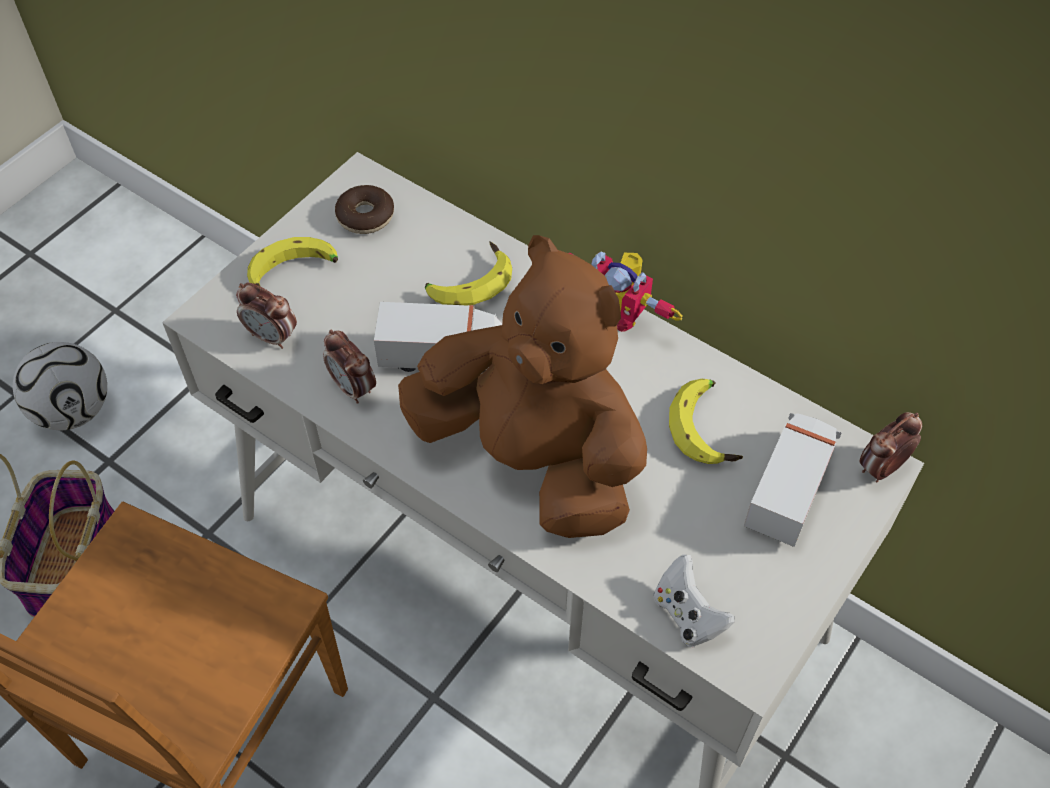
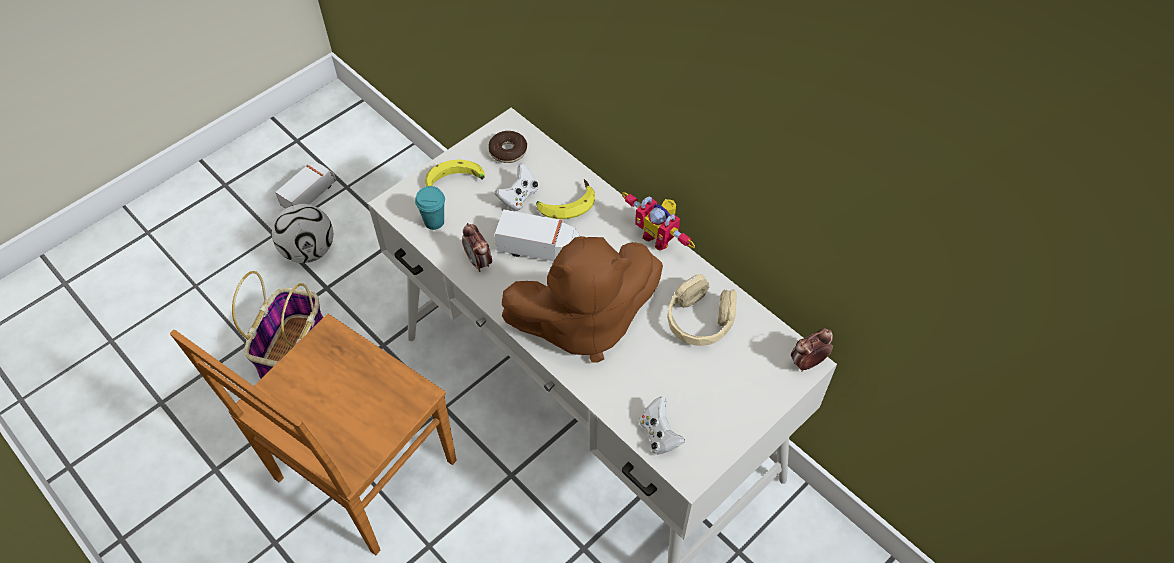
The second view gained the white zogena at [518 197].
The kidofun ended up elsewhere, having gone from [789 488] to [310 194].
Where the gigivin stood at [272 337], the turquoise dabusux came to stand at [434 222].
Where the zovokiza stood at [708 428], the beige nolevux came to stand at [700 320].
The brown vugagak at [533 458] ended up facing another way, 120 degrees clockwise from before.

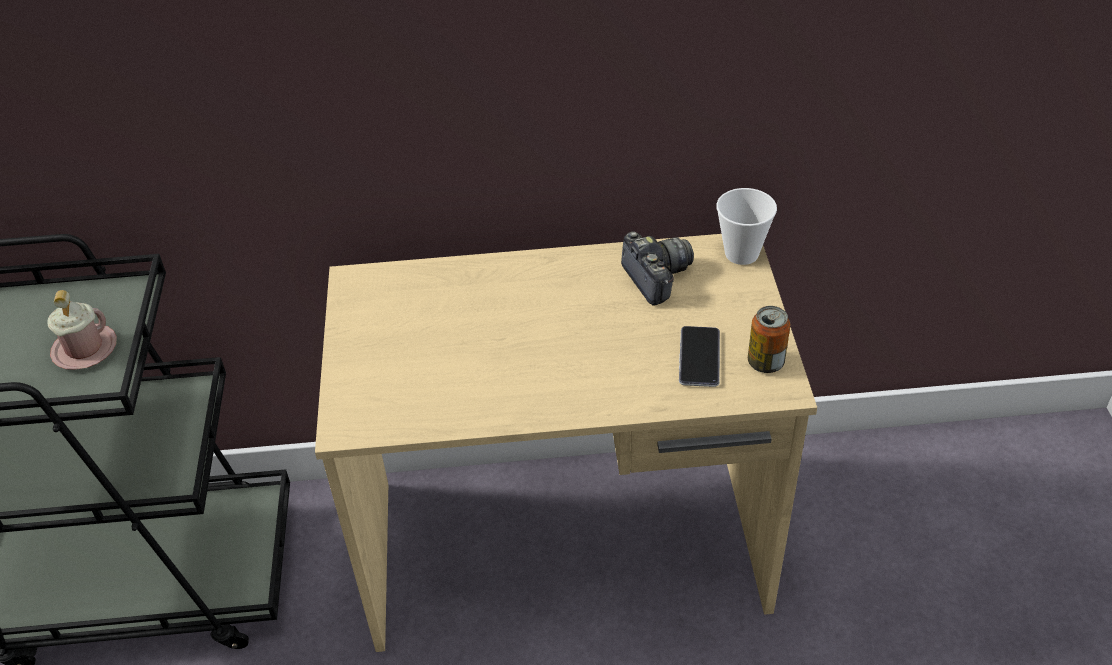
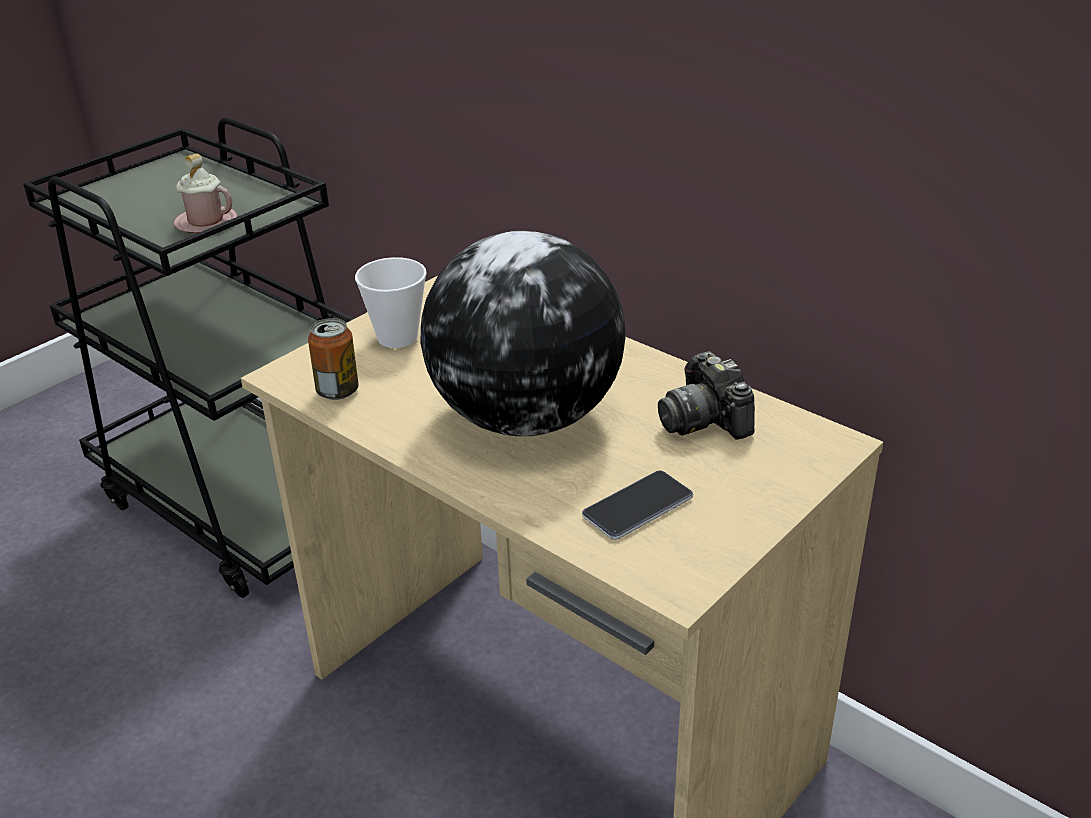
The second view gained the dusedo at [525 418].
The dabusux ended up elsewhere, having gone from [741 253] to [397 337].
The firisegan ended up elsewhere, having gone from [765 362] to [338 391].
The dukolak at [656 277] ended up facing another way, 135 degrees clockwise from before.

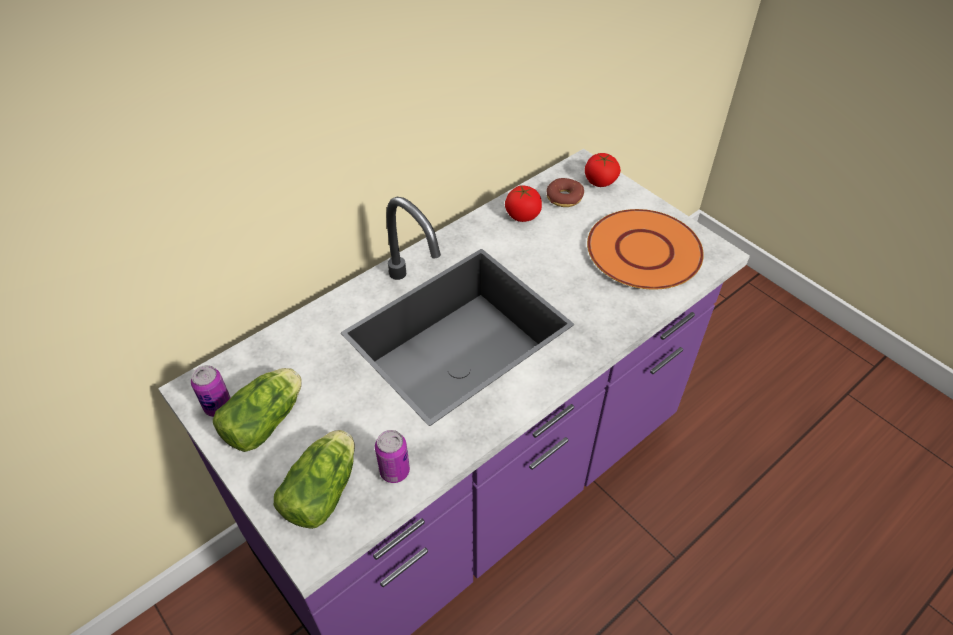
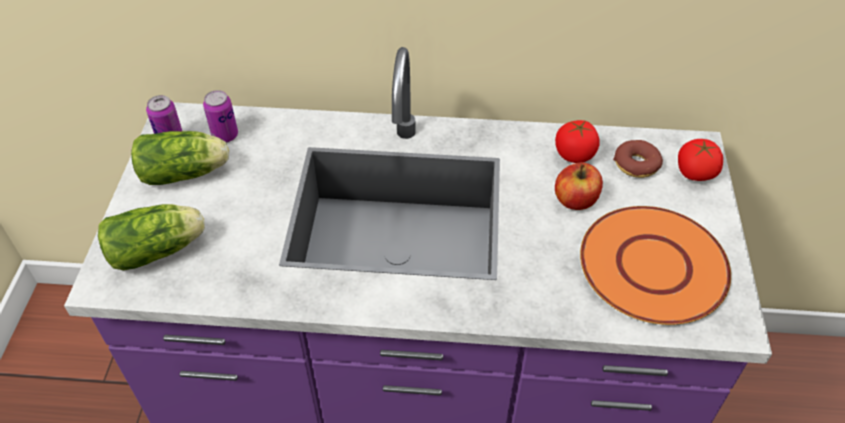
The second view gained the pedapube at [575 200].
The firisegan ended up elsewhere, having gone from [394 471] to [225 135].

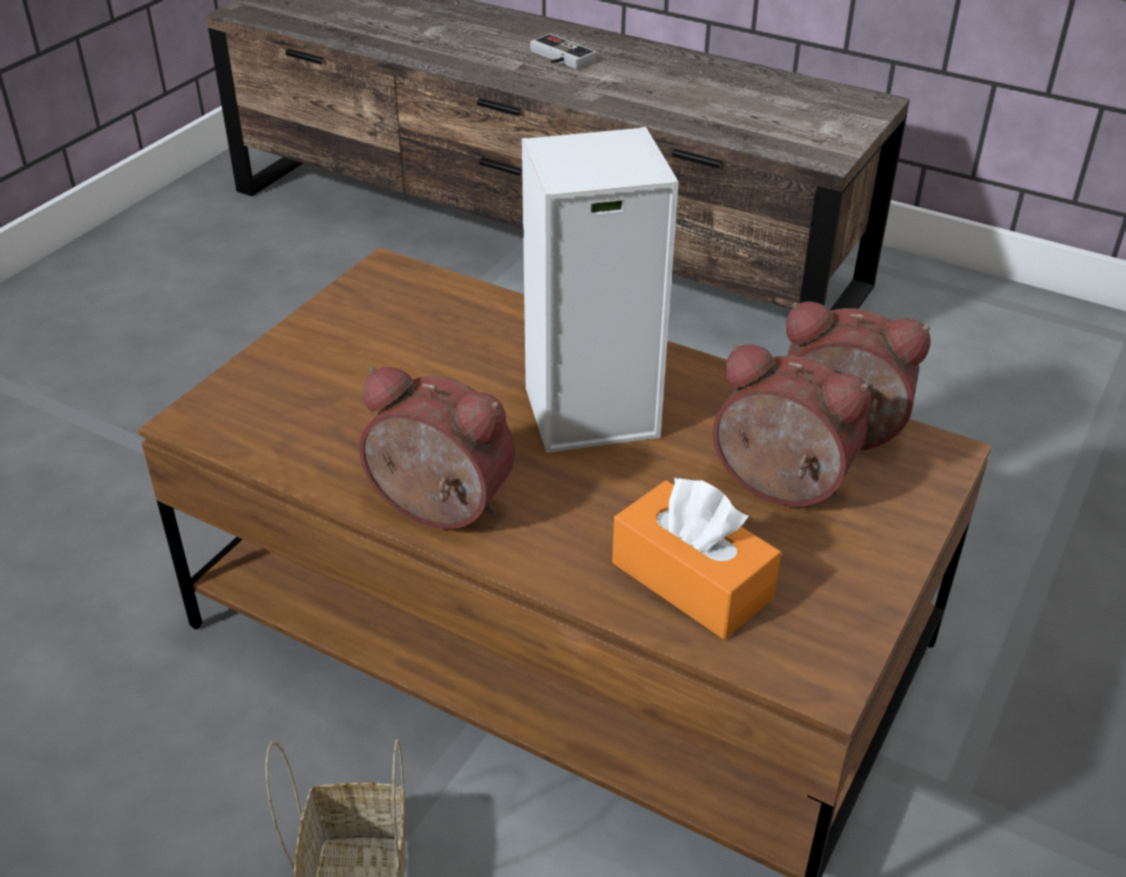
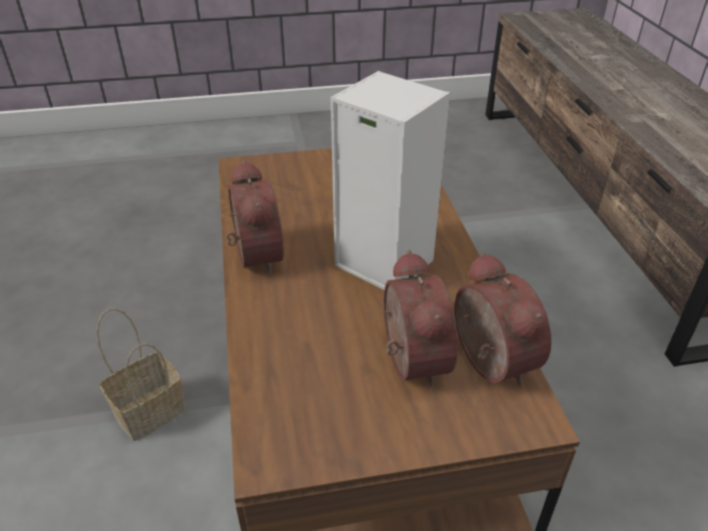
The second view lost the zogena at [558 58].
The second view lost the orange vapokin at [691 580].

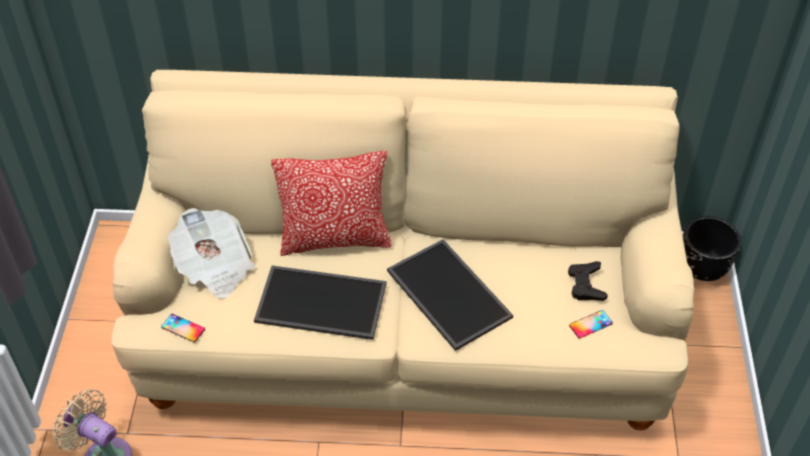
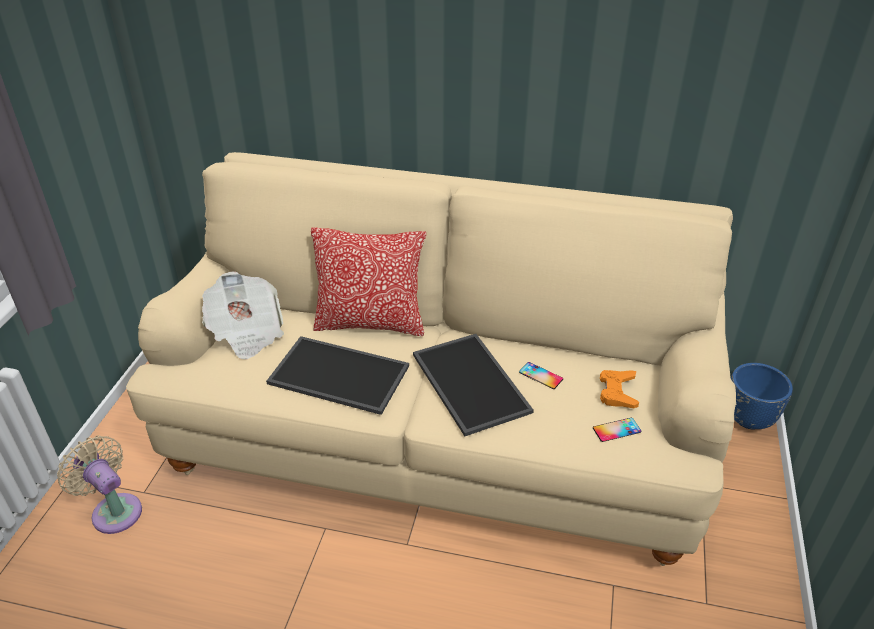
The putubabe ended up elsewhere, having gone from [183 328] to [541 375].
What was the black zogena at [586 284] turned into the orange zogena at [617 392].
What was the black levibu at [702 269] turned into the blue levibu at [749 419].

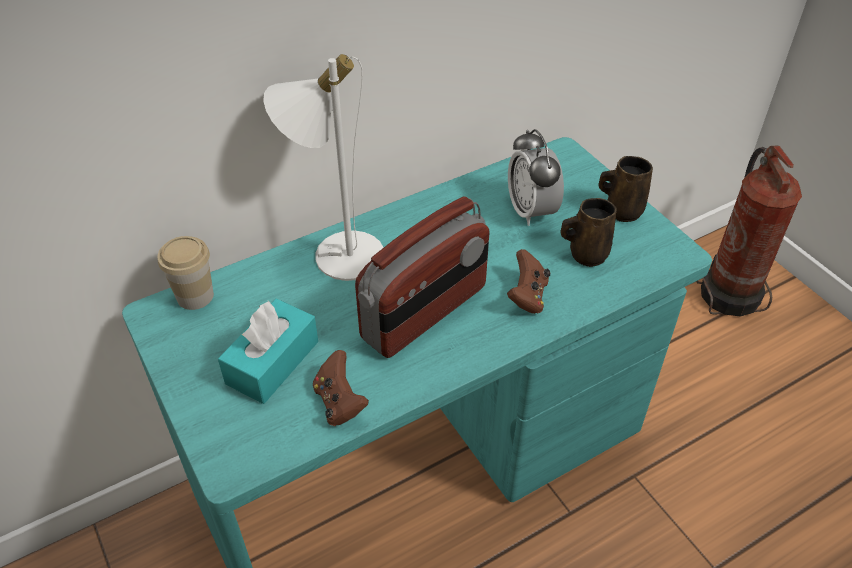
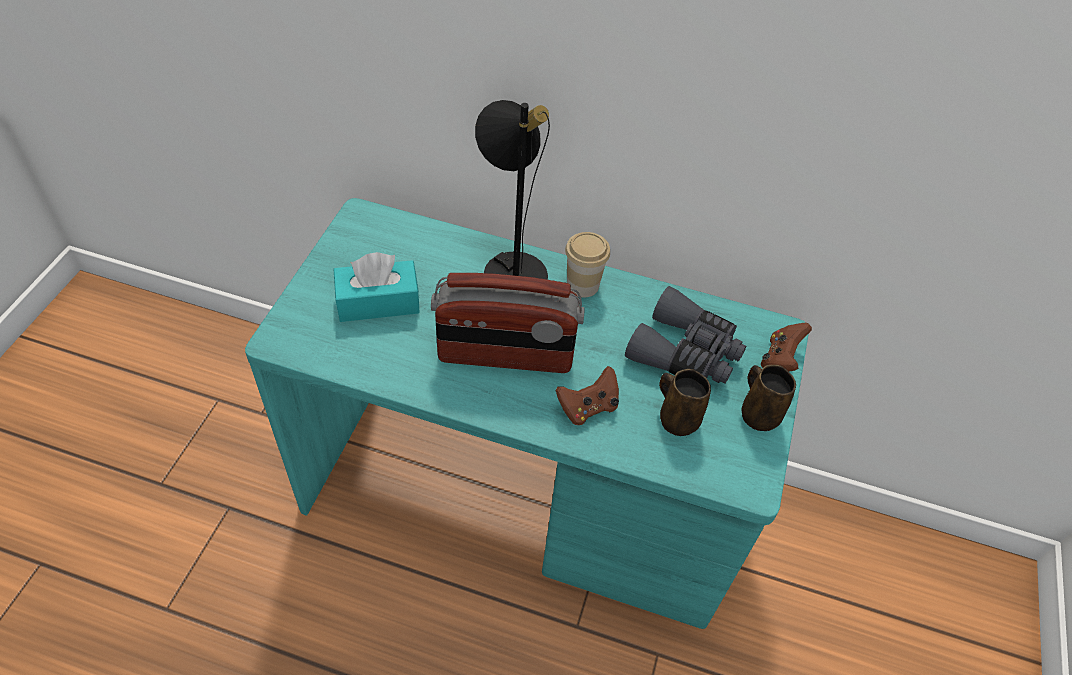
The second view lost the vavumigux at [729 293].
The dabusux ended up elsewhere, having gone from [195 296] to [582 285].
The brown zogena ended up elsewhere, having gone from [339 402] to [780 359].
Where the gigivin stood at [531 211], the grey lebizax came to stand at [685 353].
What was the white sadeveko at [337 251] turned into the black sadeveko at [511 266].

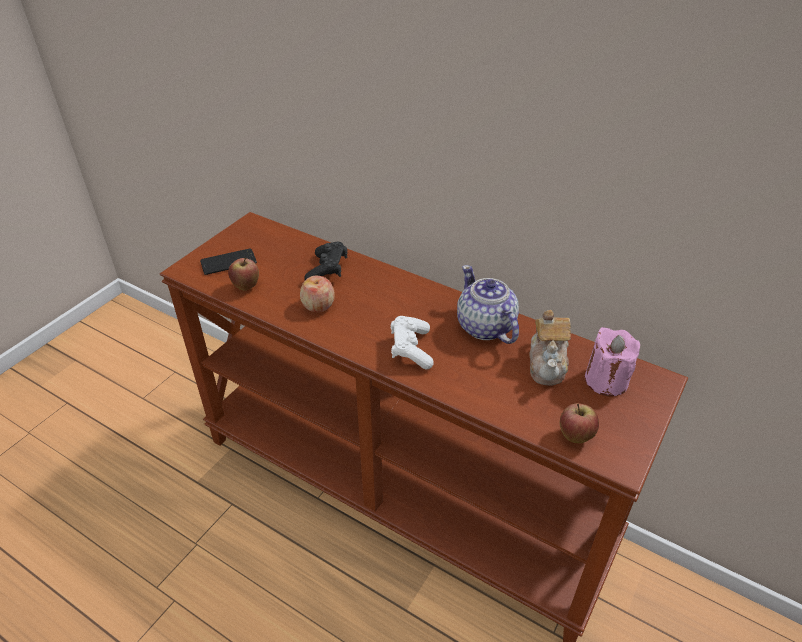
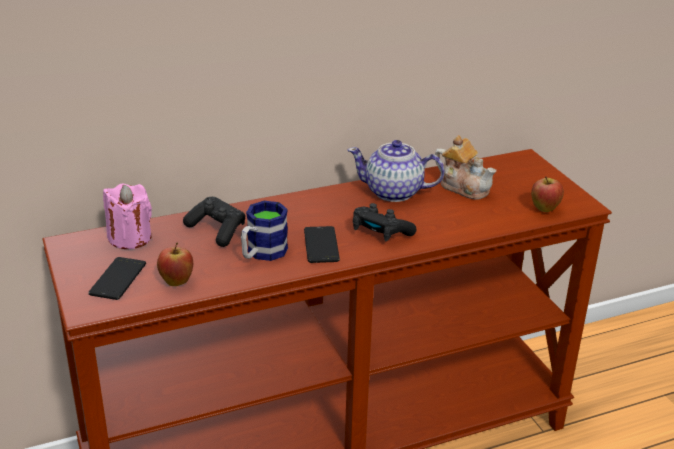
The second view gained the putubabe at [321 245].
The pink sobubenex ended up elsewhere, having gone from [606 380] to [130 238].
Where the pedapube stood at [318 305], the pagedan came to stand at [262 253].
What was the white zogena at [411 349] turned into the black zogena at [380 233].

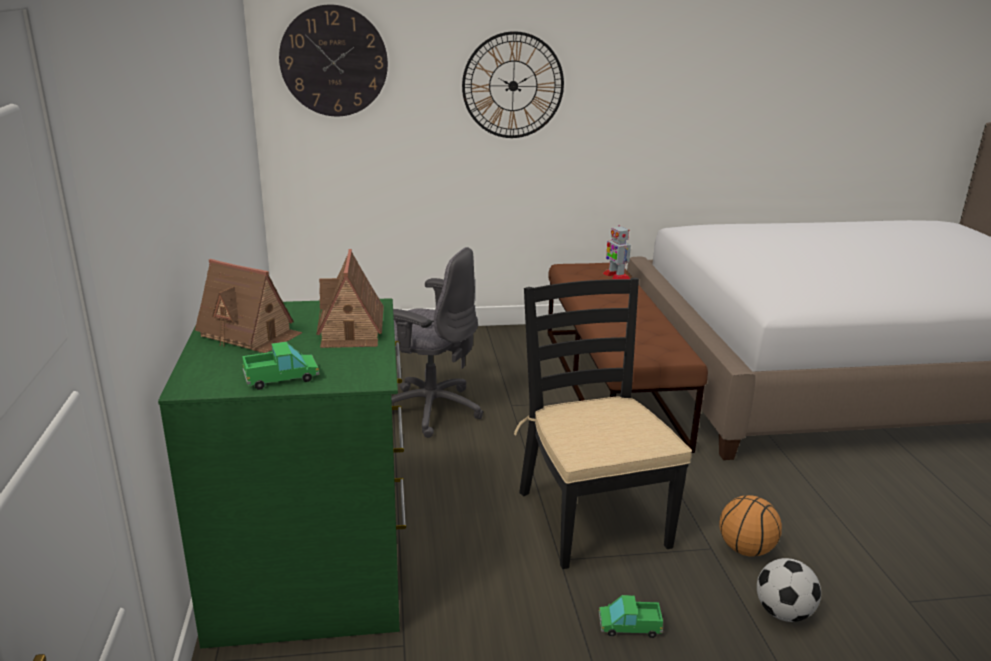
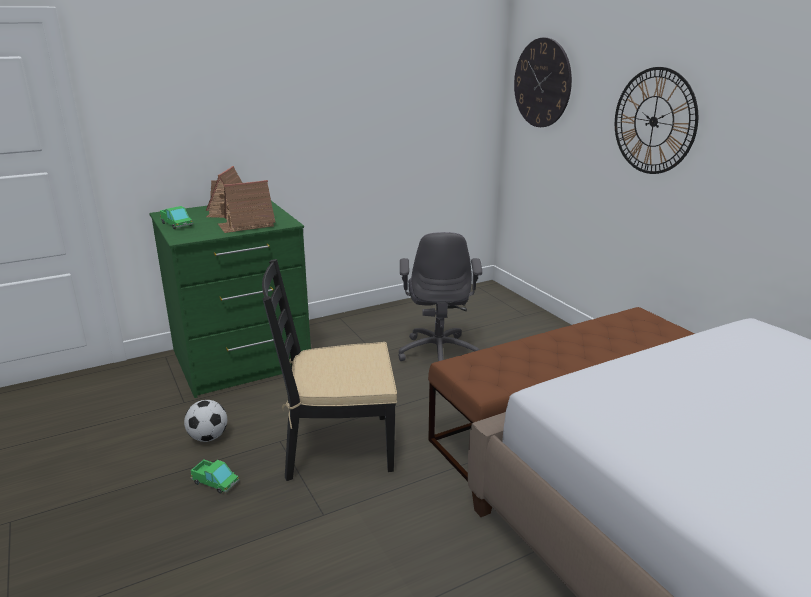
The second view lost the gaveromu at [616 276].
The second view lost the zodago at [746 550].
The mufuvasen ended up elsewhere, having gone from [783 613] to [208 437].
The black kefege at [591 518] ended up facing another way, 150 degrees counterclockwise from before.
The kidofun at [629 626] ended up facing another way, 135 degrees clockwise from before.

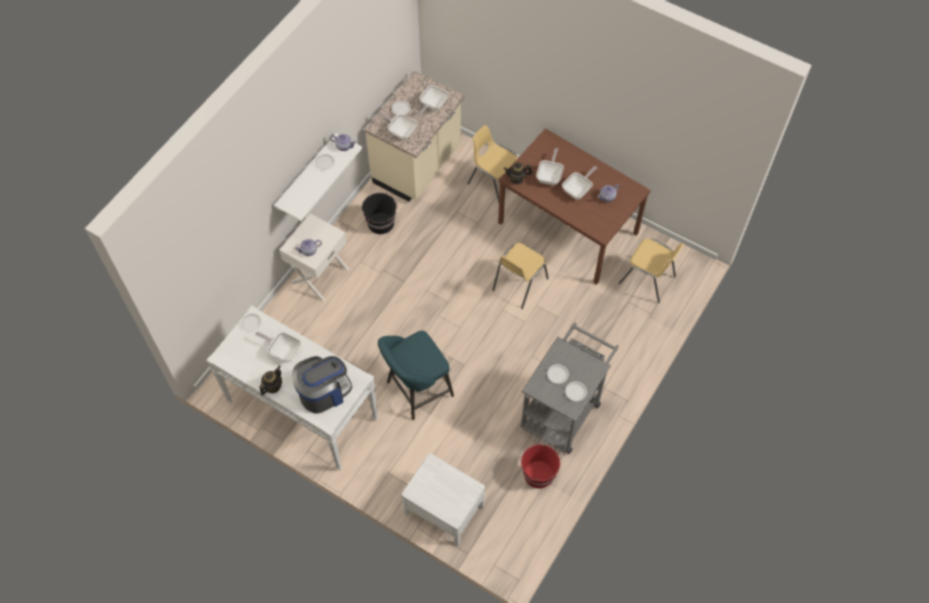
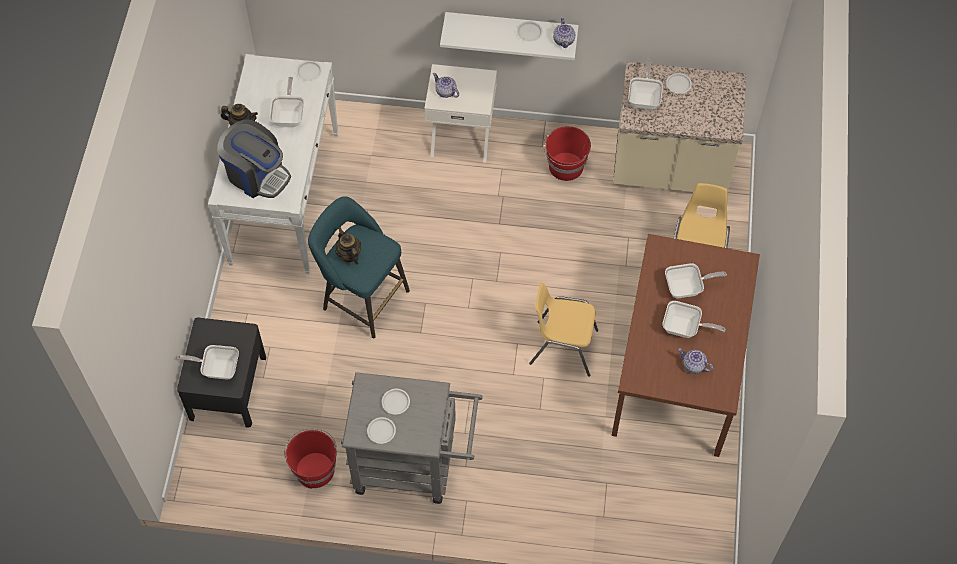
The second view lost the yellow kefege at [648 280].
The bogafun ended up elsewhere, having gone from [432 106] to [217 368].
The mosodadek ended up elsewhere, having gone from [517 179] to [349 255].
What was the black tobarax at [381 223] turned into the red tobarax at [565 167].
What was the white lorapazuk at [444 509] turned into the black lorapazuk at [228 387].

